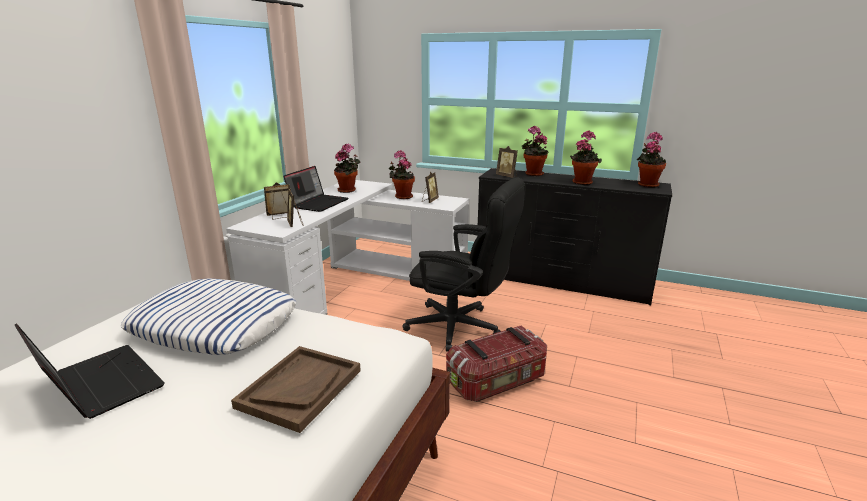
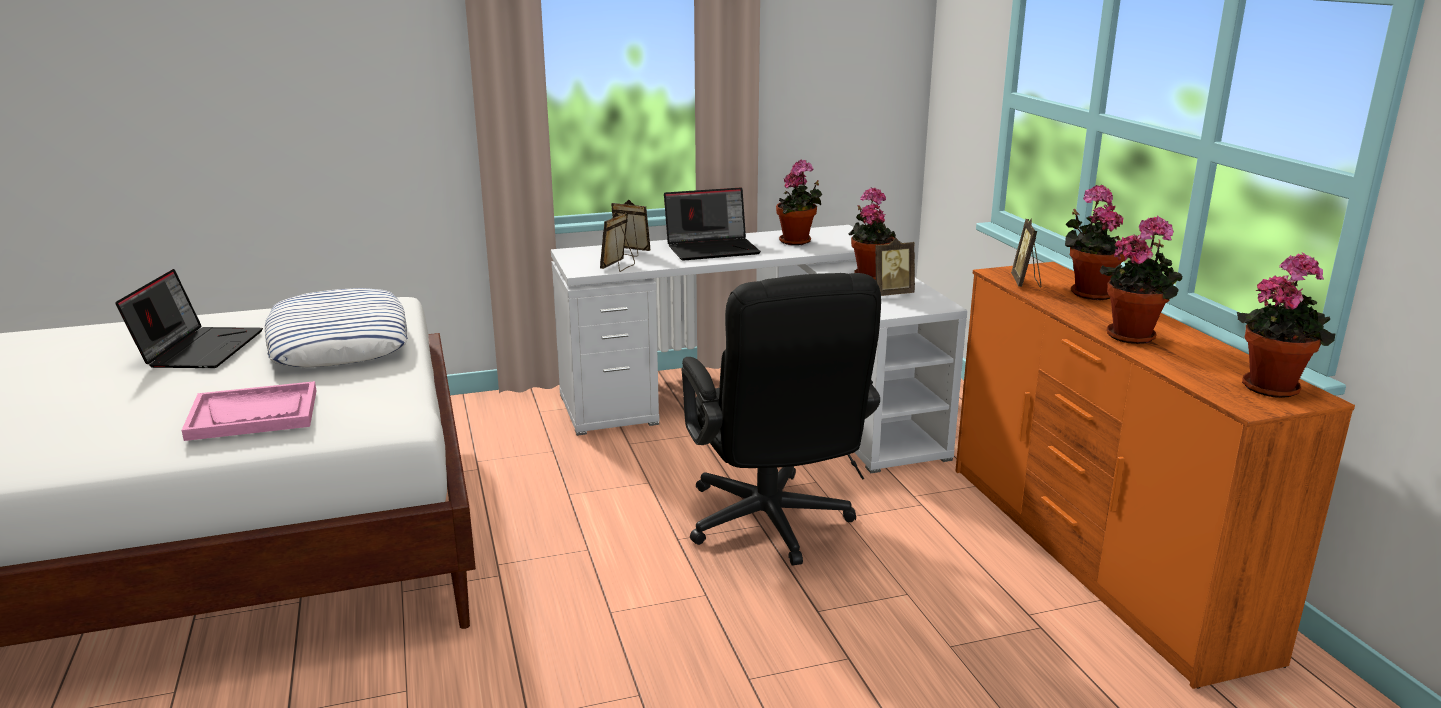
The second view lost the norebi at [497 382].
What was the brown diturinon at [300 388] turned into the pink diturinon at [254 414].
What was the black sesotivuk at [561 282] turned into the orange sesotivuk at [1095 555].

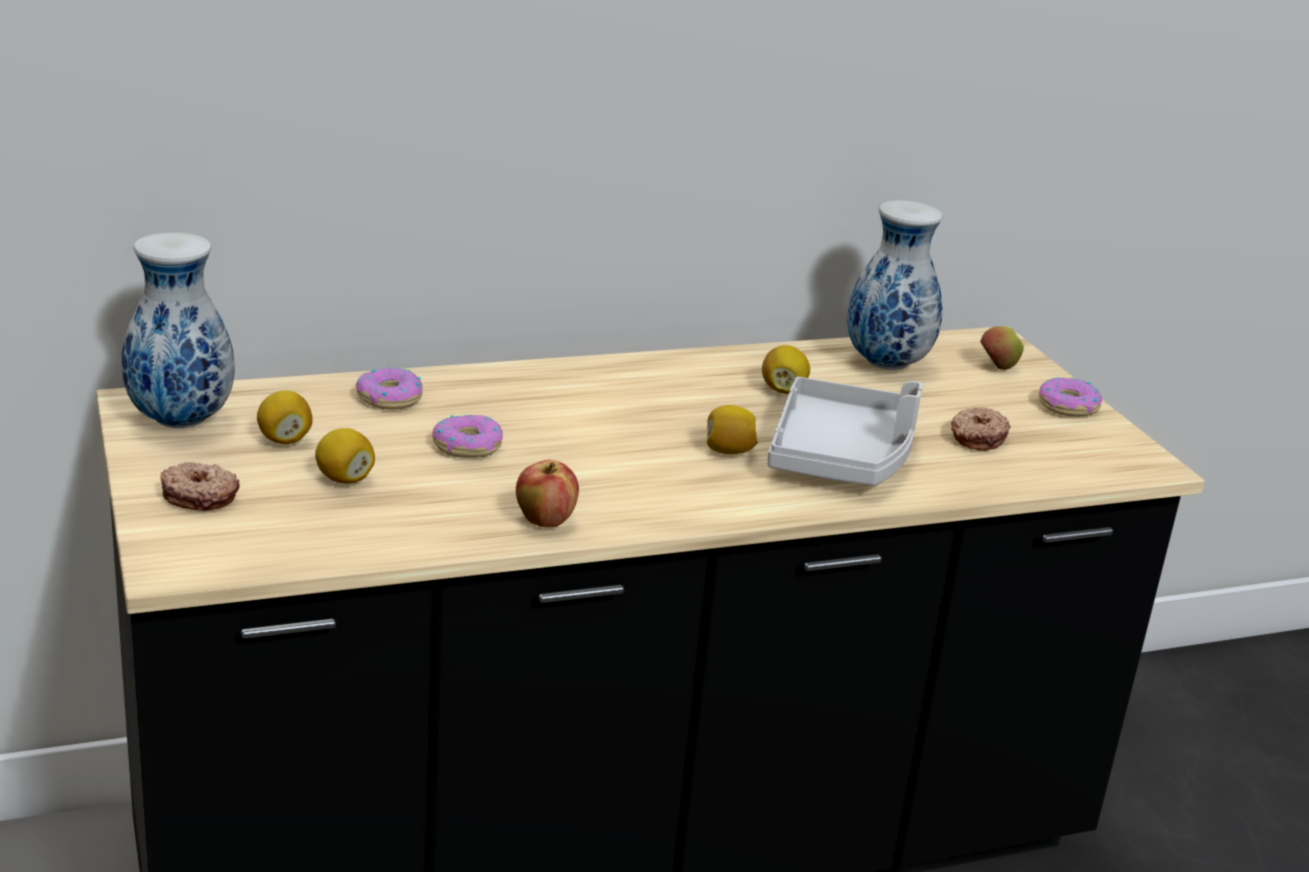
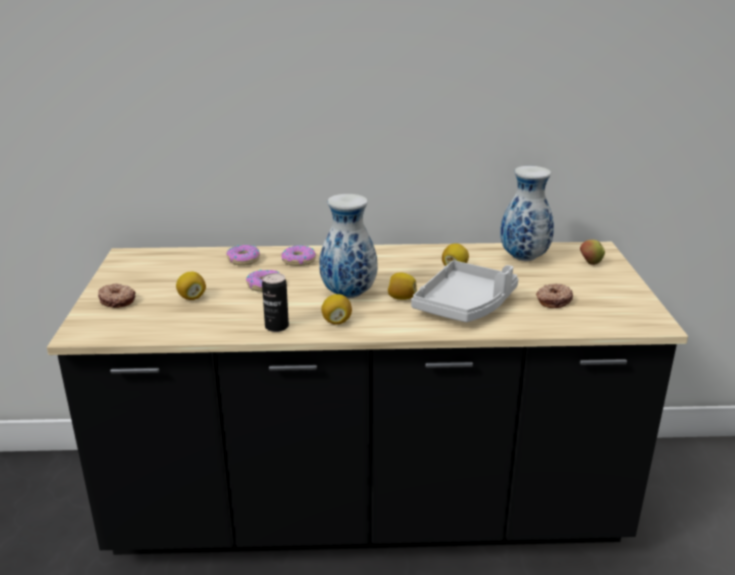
The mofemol ended up elsewhere, having gone from [179 422] to [347 295].
The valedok ended up elsewhere, having gone from [284 439] to [336 321].
The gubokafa ended up elsewhere, having gone from [1067 406] to [298 261].
Where the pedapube stood at [545 521], the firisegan came to stand at [276 327].

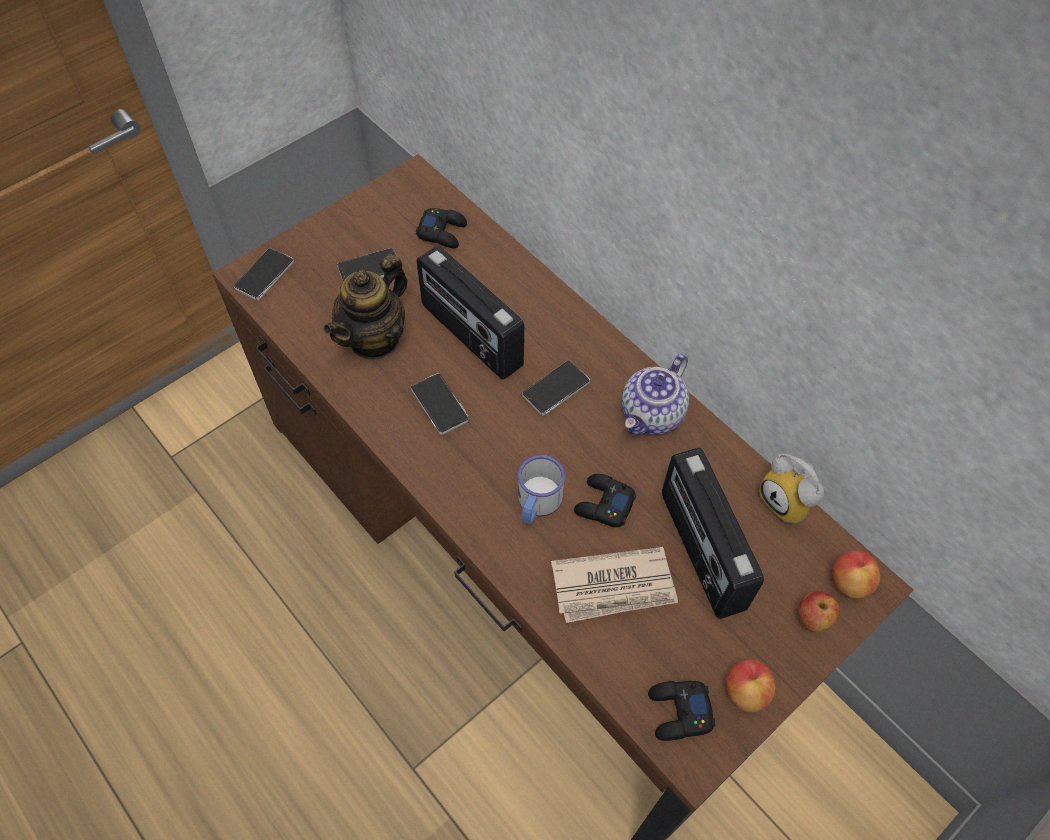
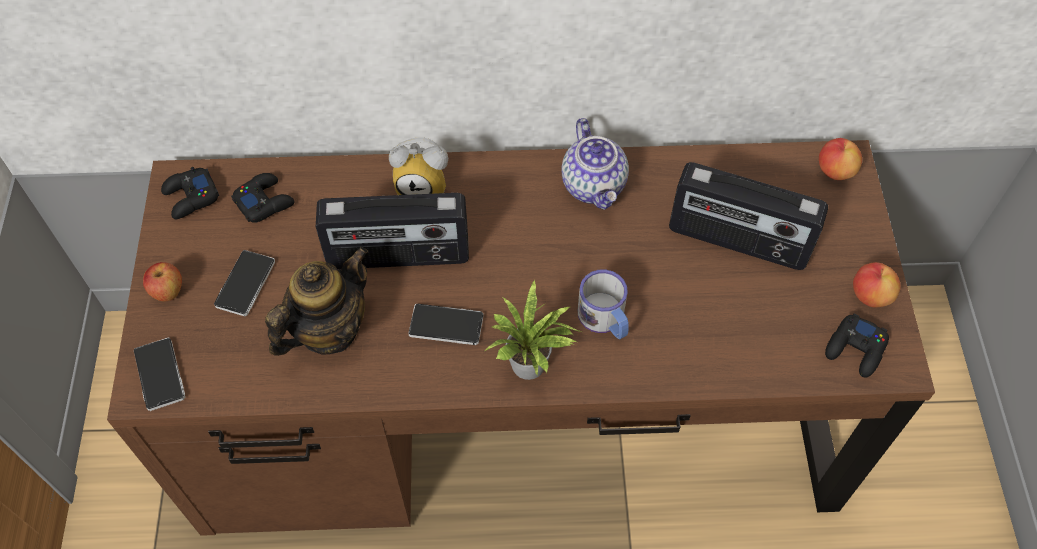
The second view lost the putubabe at [556 389].
The second view lost the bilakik at [614 587].
The second view gained the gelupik at [532 367].
The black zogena ended up elsewhere, having gone from [603 504] to [191 197].
The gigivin ended up elsewhere, having gone from [788 502] to [423 185].
The pedapube ended up elsewhere, having gone from [812 618] to [168 291].
The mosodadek at [375 339] ended up facing another way, 120 degrees counterclockwise from before.

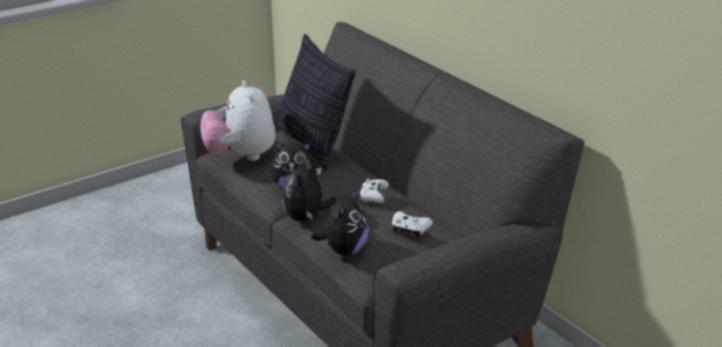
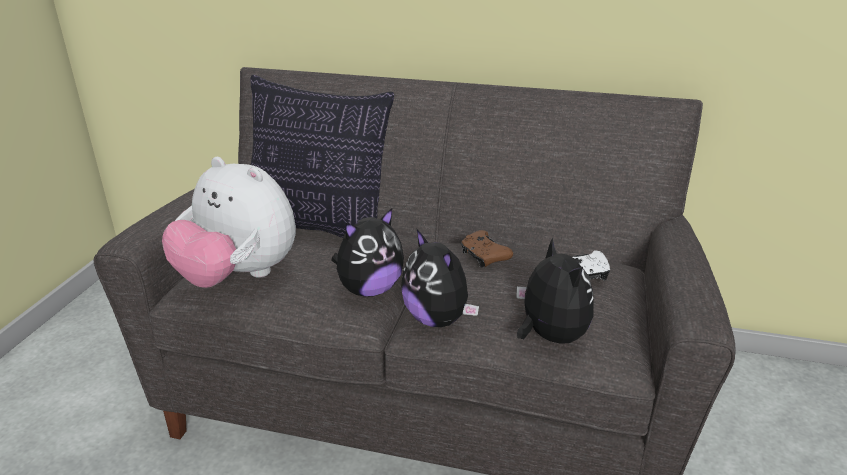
What was the white zogena at [373 197] turned into the brown zogena at [484 256].

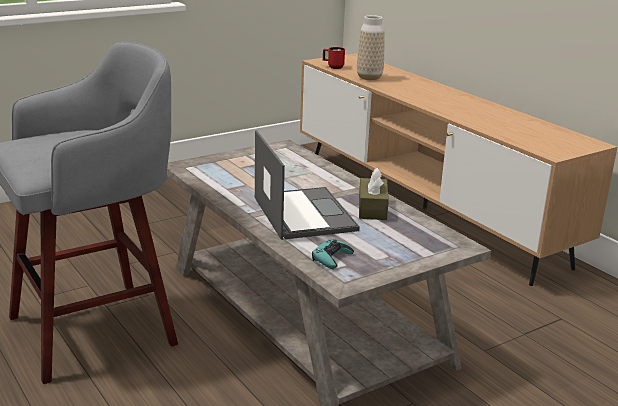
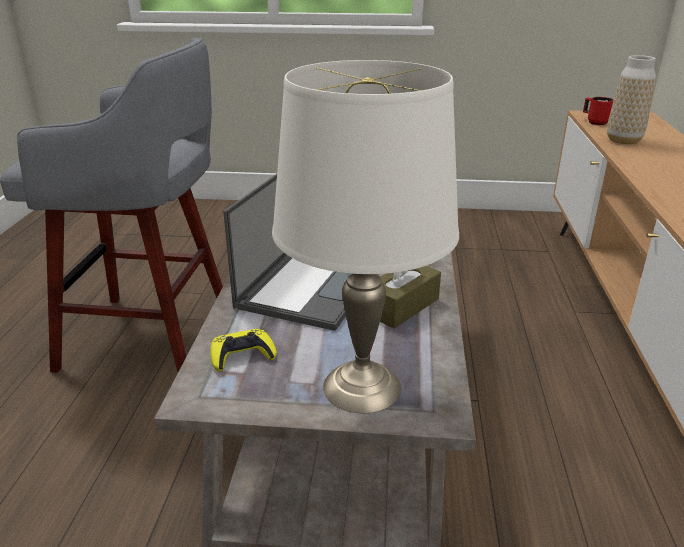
The second view gained the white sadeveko at [363 386].
What was the turquoise zogena at [331 258] turned into the yellow zogena at [242 355].

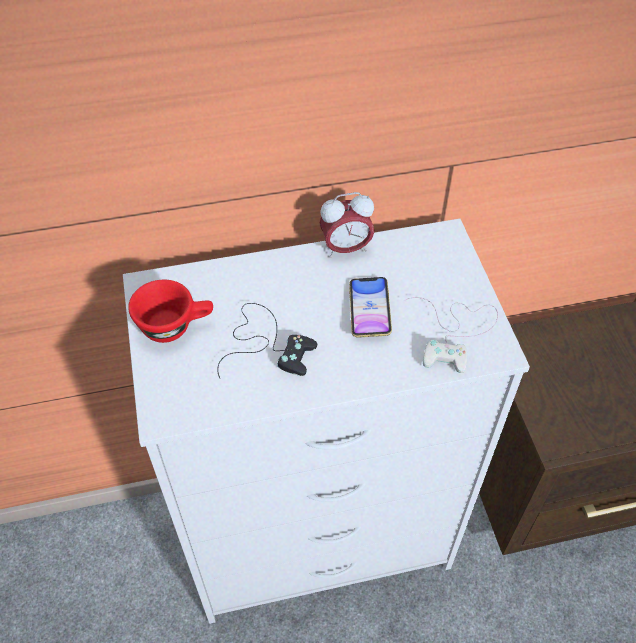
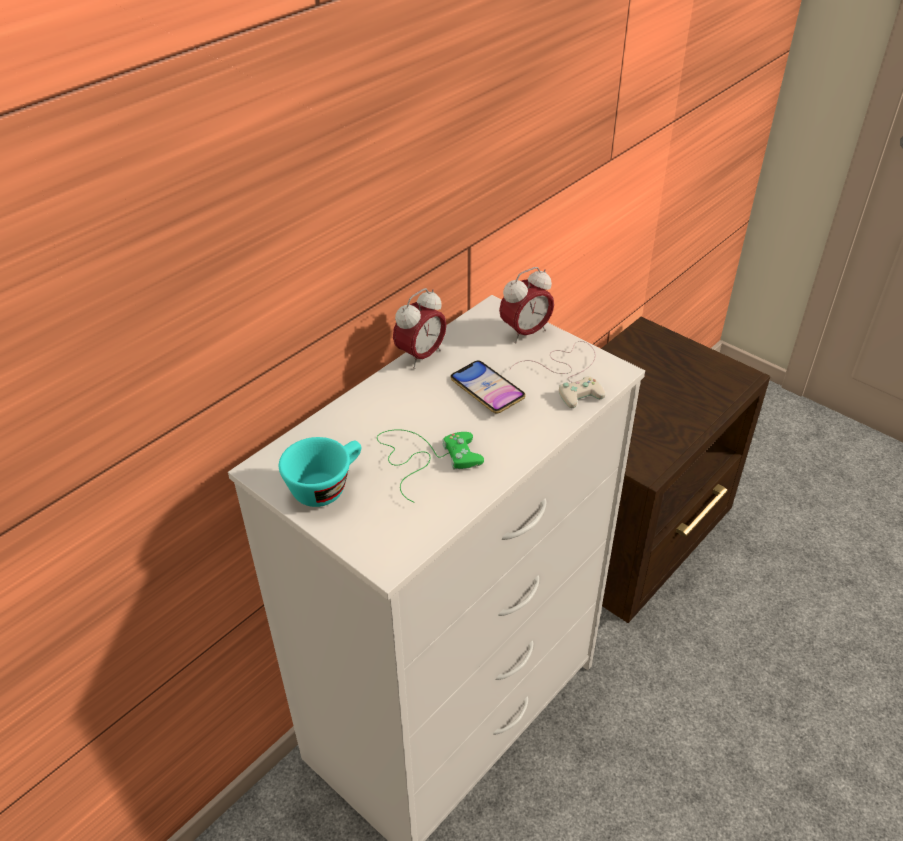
The second view gained the gigivin at [525 333].
What was the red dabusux at [175 325] turned into the turquoise dabusux at [326 486].
What was the black zogena at [266 343] turned into the green zogena at [424 457].

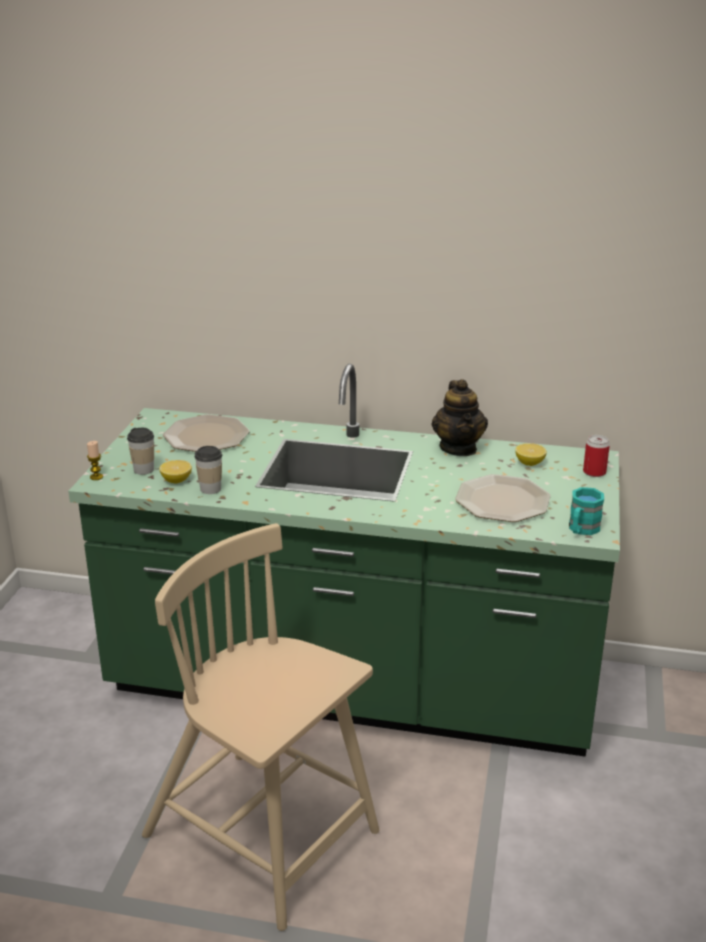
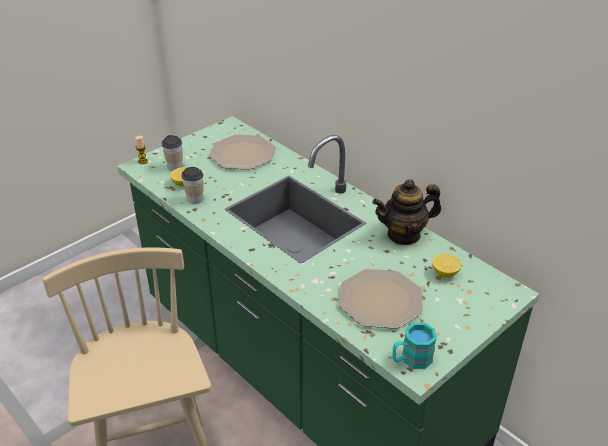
The second view lost the firisegan at [594 472].
The mosodadek at [458 448] ended up facing another way, 45 degrees clockwise from before.

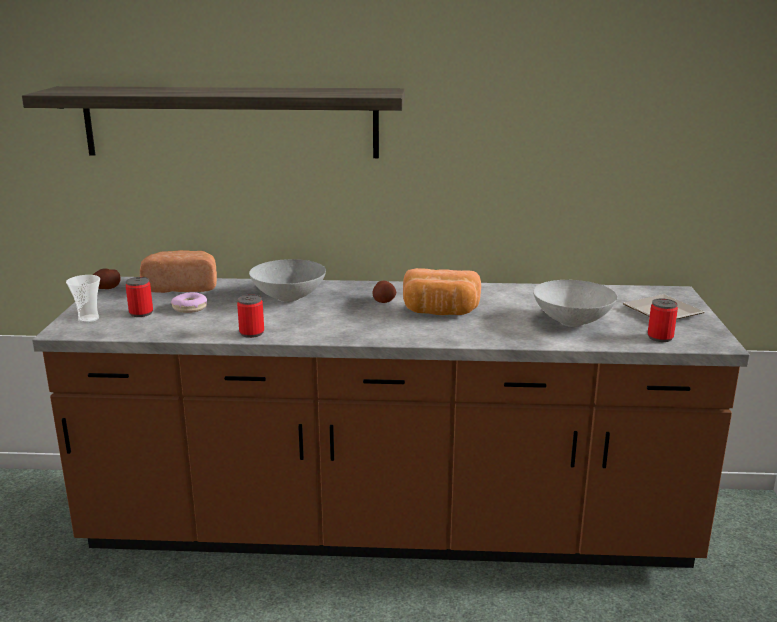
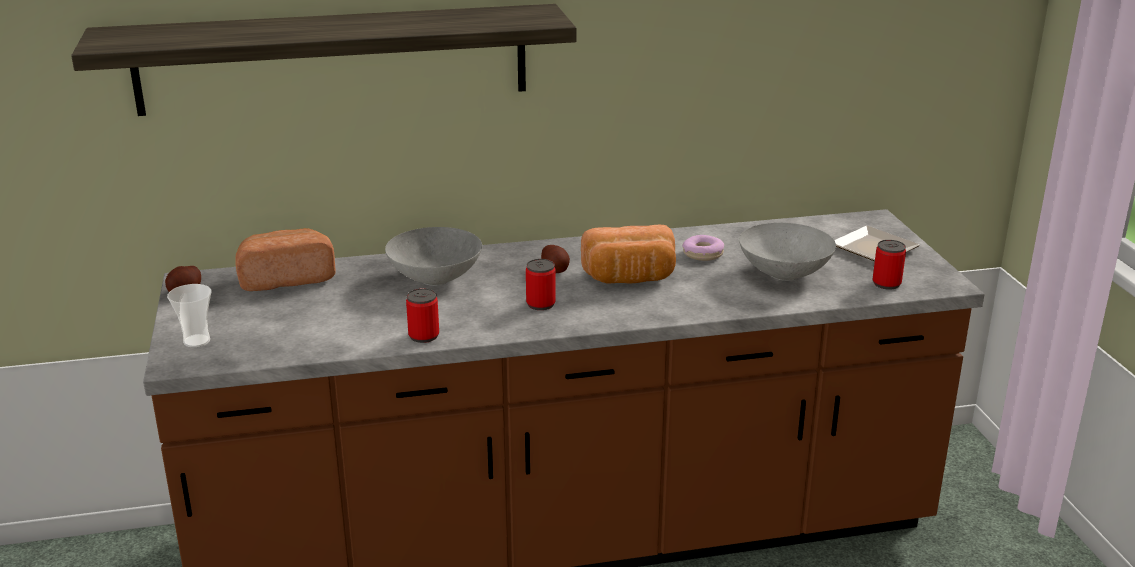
The firisegan ended up elsewhere, having gone from [141 313] to [540 304].
The gubokafa ended up elsewhere, having gone from [189 308] to [703 254].

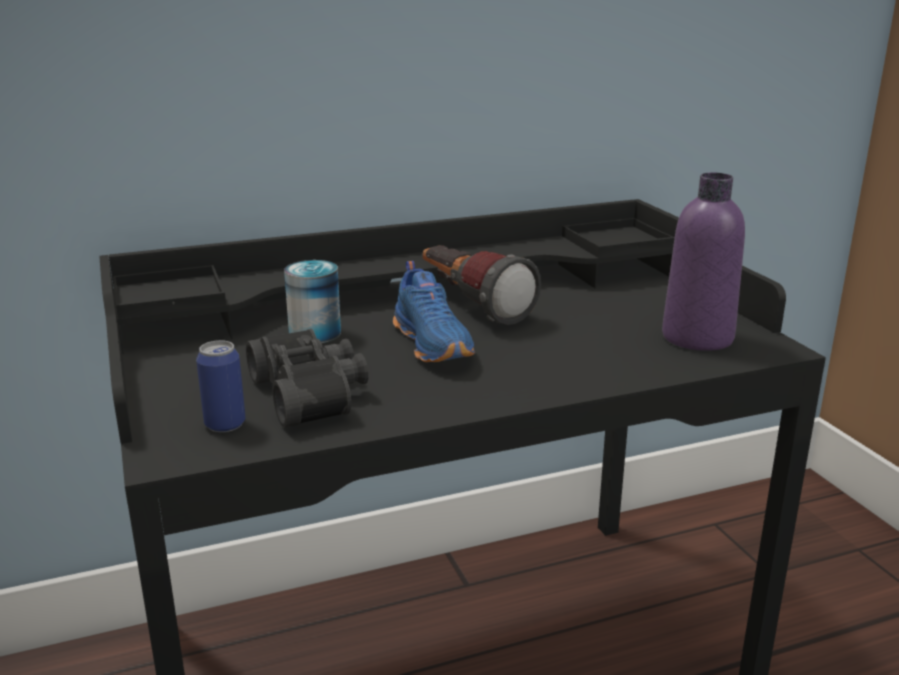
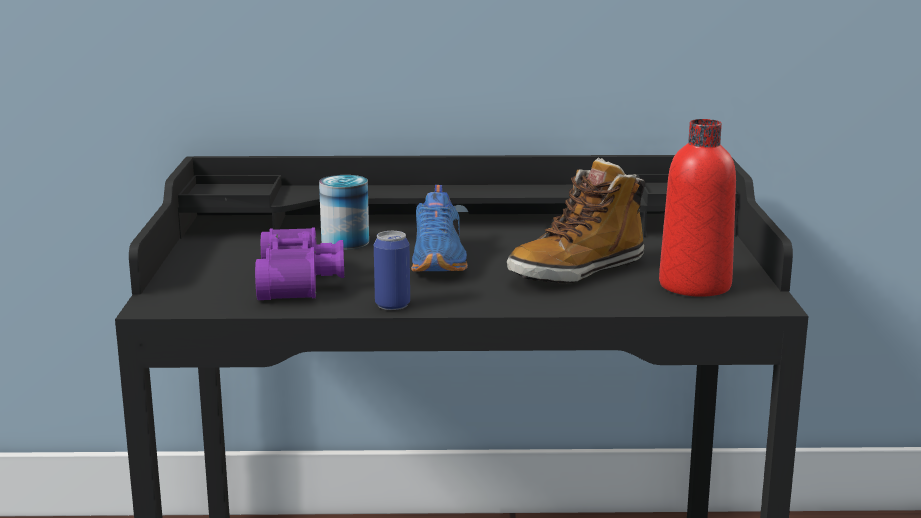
The second view lost the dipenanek at [470 305].
The second view gained the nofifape at [577 271].
The firisegan ended up elsewhere, having gone from [225 424] to [392 305].
What was the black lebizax at [312 393] turned into the purple lebizax at [302 282].
What was the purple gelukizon at [697 338] turned into the red gelukizon at [694 285].

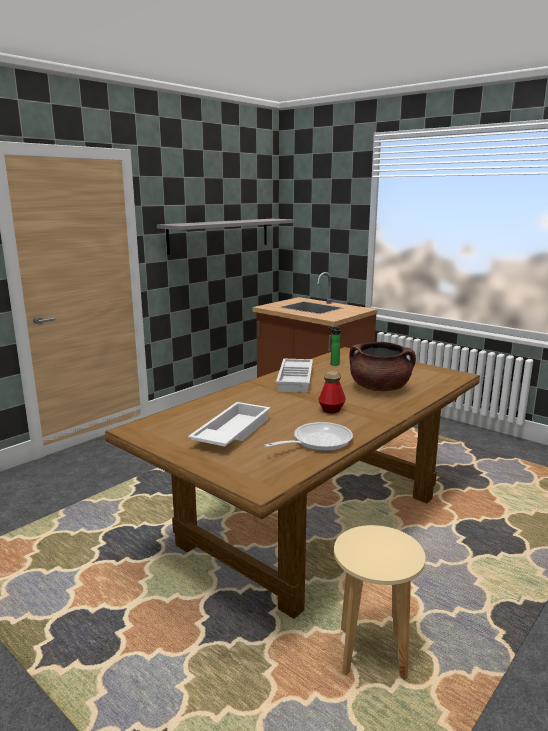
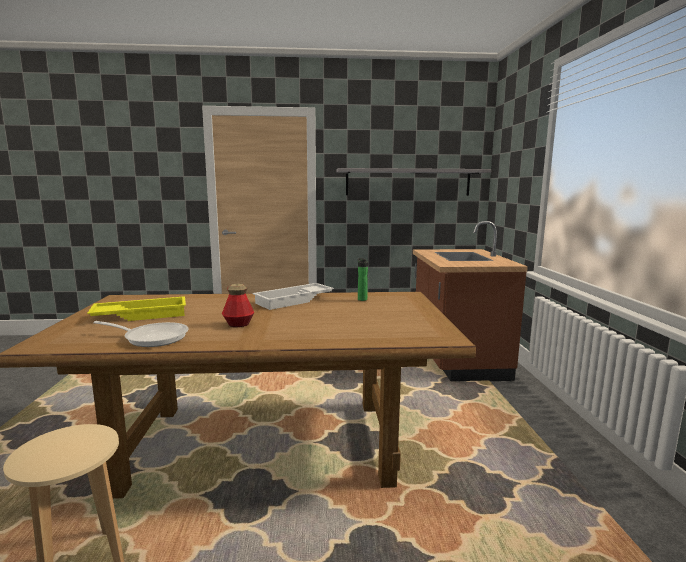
The second view lost the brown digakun at [379 388].
What was the white diturinon at [231 432] turned into the yellow diturinon at [141 315].

